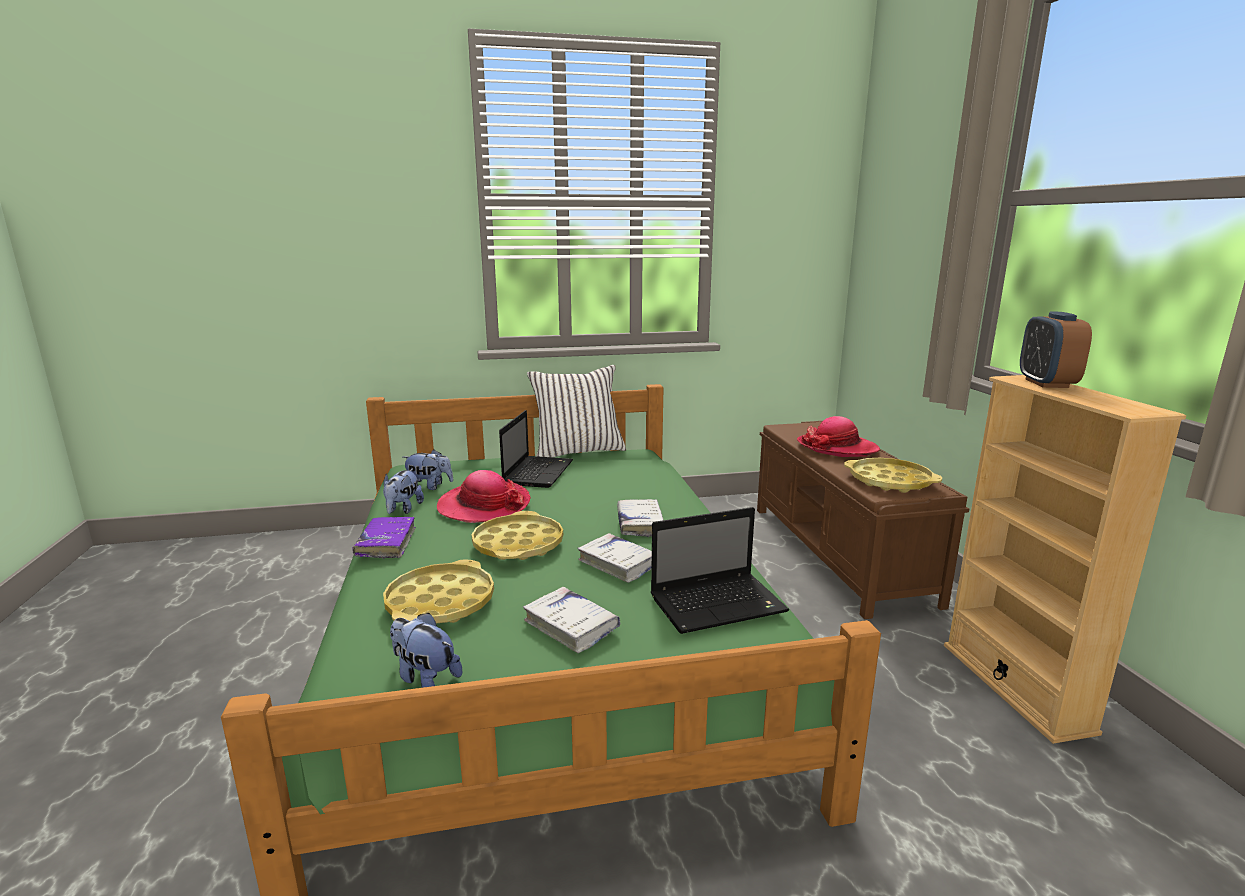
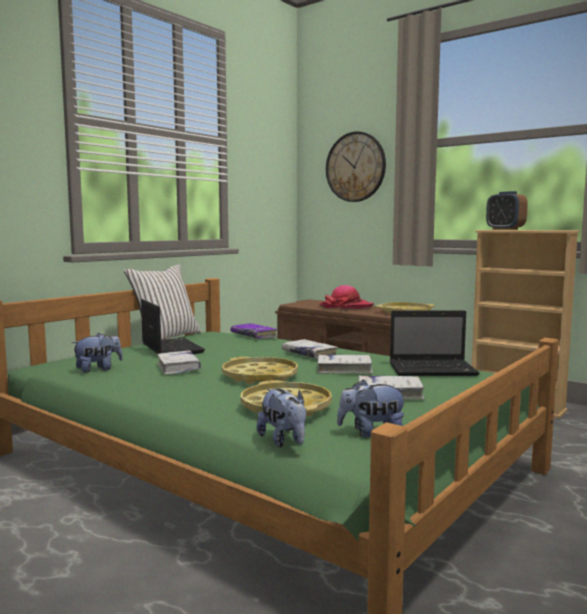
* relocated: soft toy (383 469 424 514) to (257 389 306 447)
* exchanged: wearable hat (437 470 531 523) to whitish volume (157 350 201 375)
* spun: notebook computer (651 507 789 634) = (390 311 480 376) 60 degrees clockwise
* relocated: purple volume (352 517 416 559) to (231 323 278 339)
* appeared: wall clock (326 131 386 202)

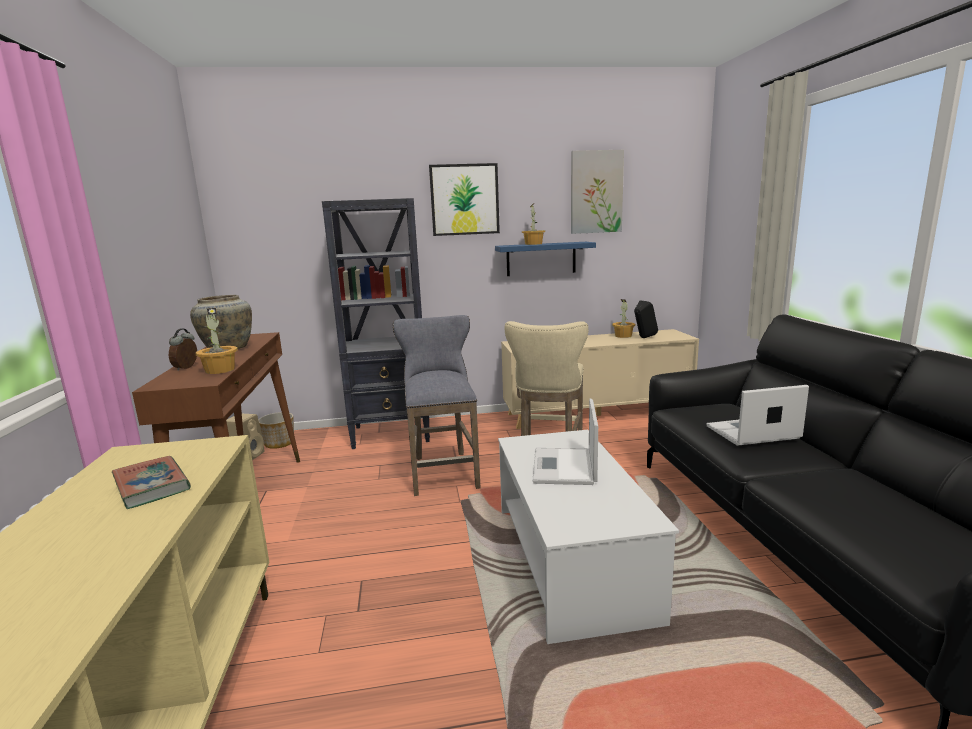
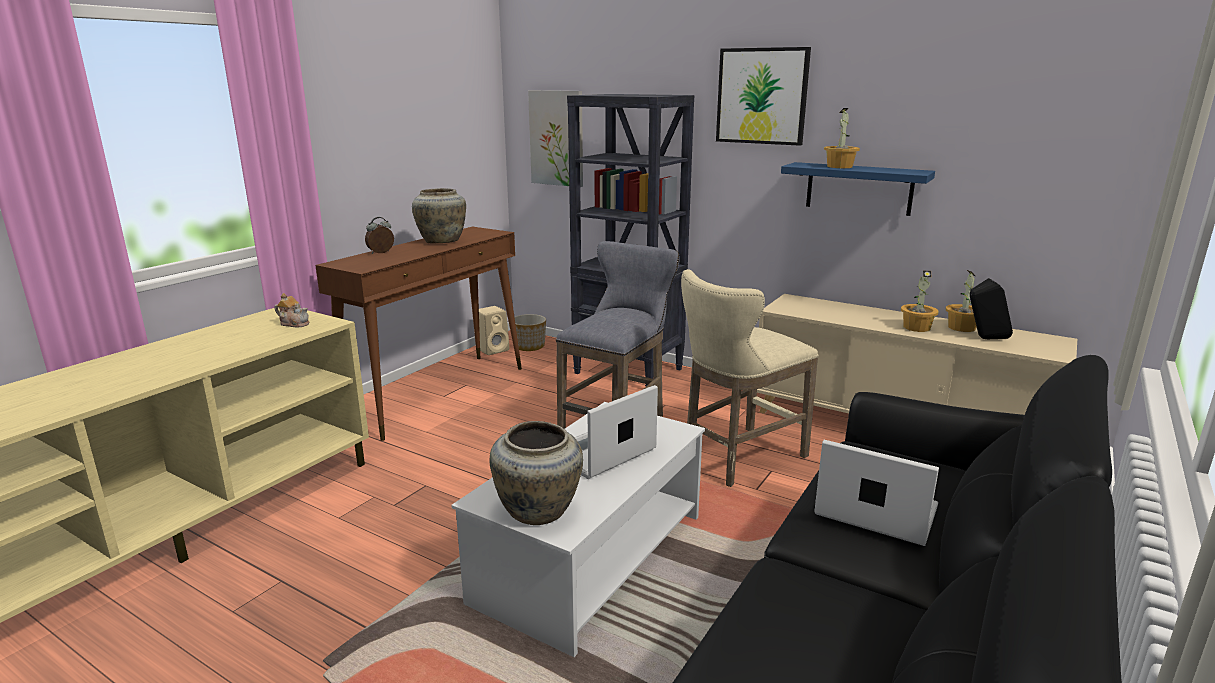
* relocated: wall picture (571 150 624 234) to (528 90 583 187)
* relocated: houseplant (196 308 238 374) to (901 271 939 332)
* missing: volume (112 456 191 509)
* appeared: tea pot (275 293 309 327)
* appeared: beige decorative vase (490 421 583 525)

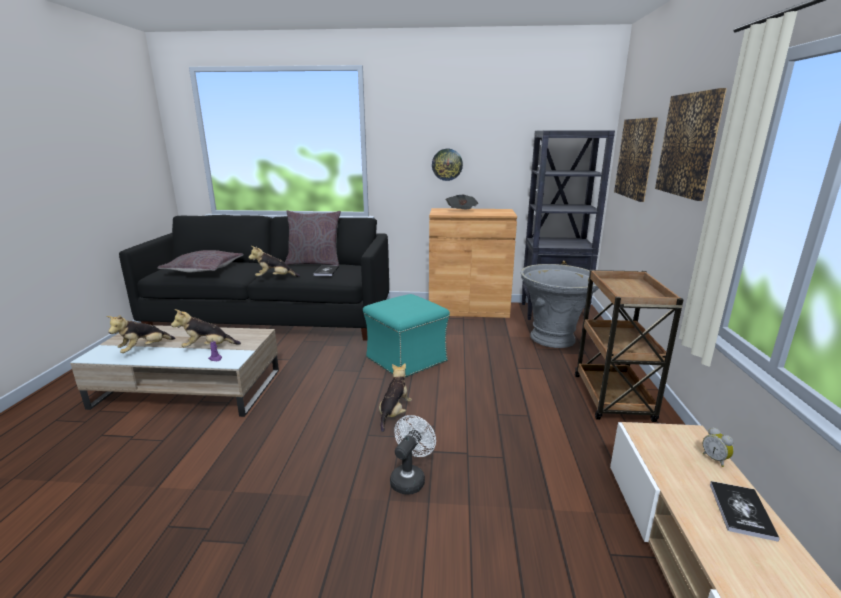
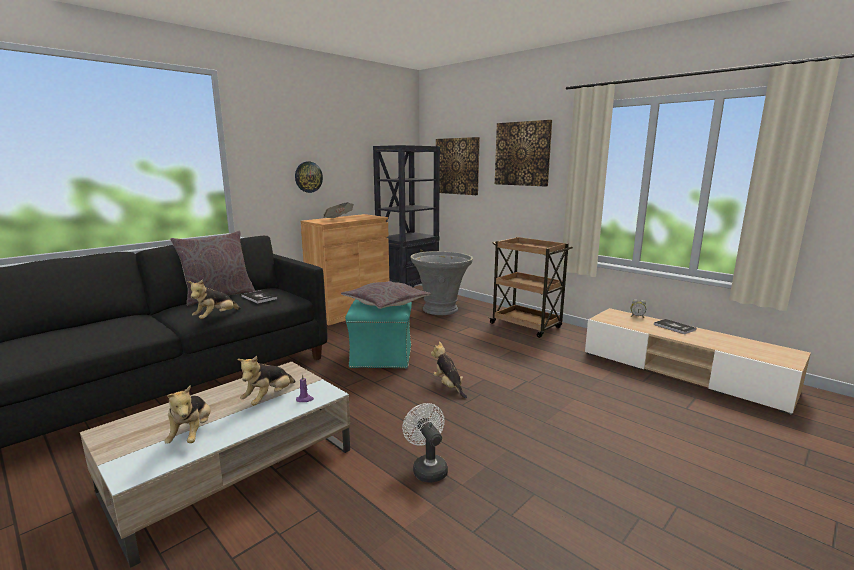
* relocated: gray pillow (157 250 244 272) to (341 281 431 309)
* relocated: whitish fan (390 415 436 494) to (402 403 448 483)

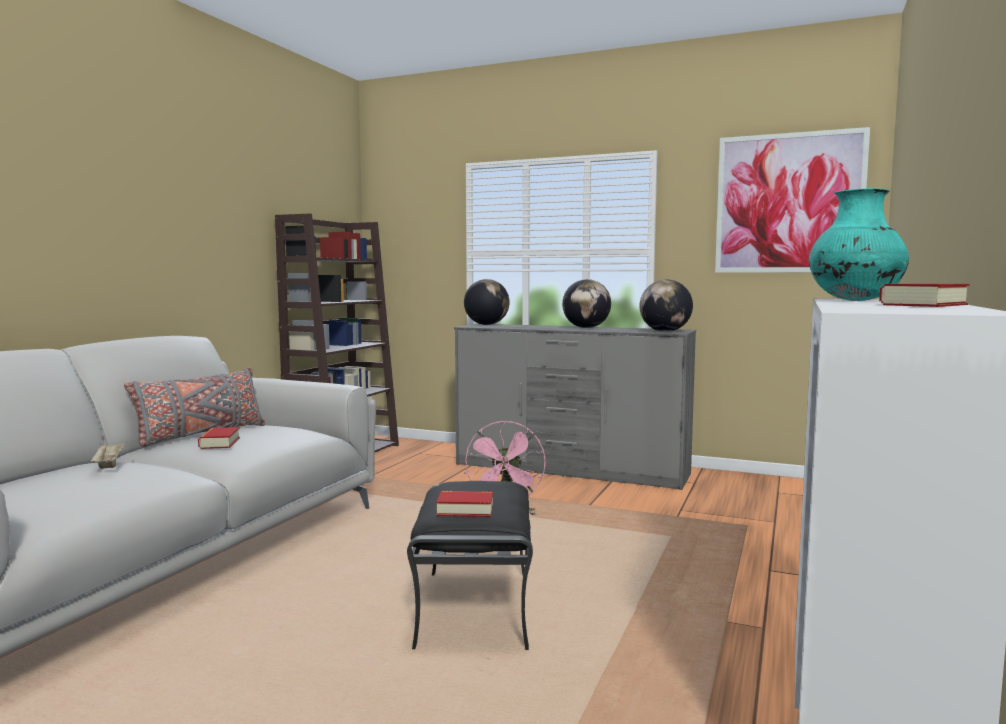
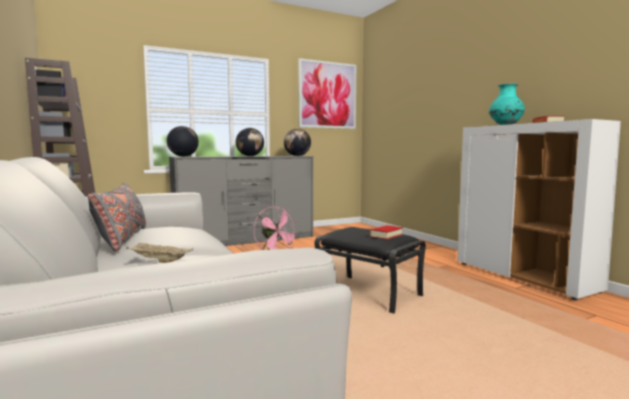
* missing: volume (198 427 240 449)

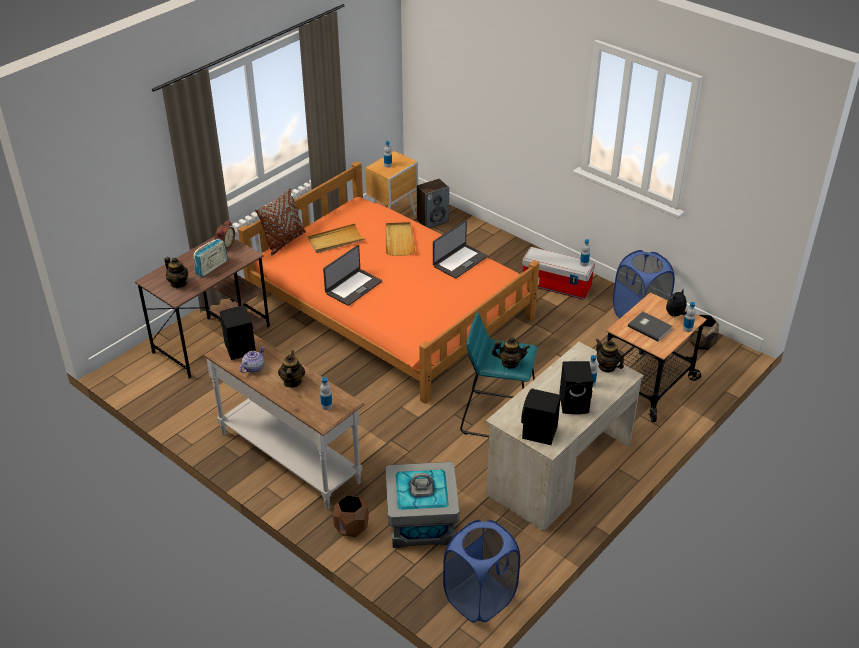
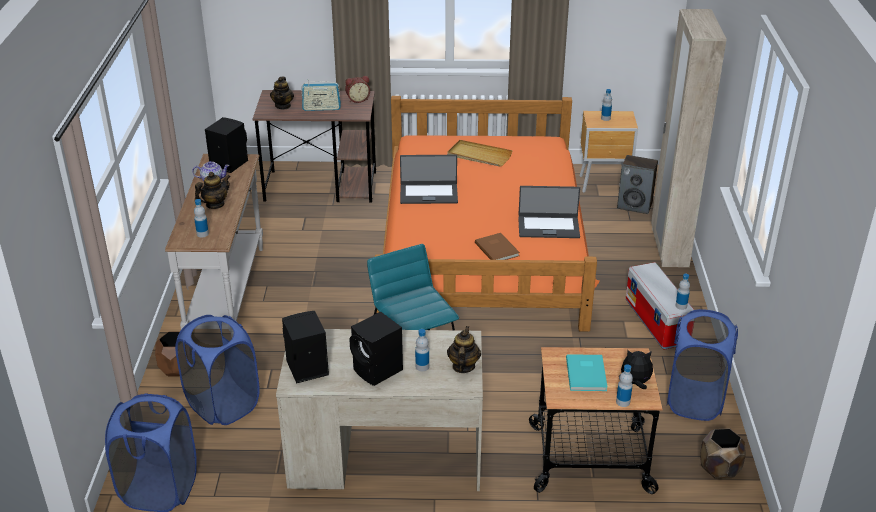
* missing: brownish pillow (255 188 306 256)
* missing: beige carrying tray (386 222 415 256)
* colour: gray volume (628 311 673 342) to turquoise volume (566 354 607 391)
* missing: tea pot (492 337 530 368)
* exchanged: gray storage container (385 462 460 548) to blue-coloured washing basket (175 315 260 425)
* appeared: beige armoire (651 9 727 267)
* appeared: brownish volume (475 233 520 260)

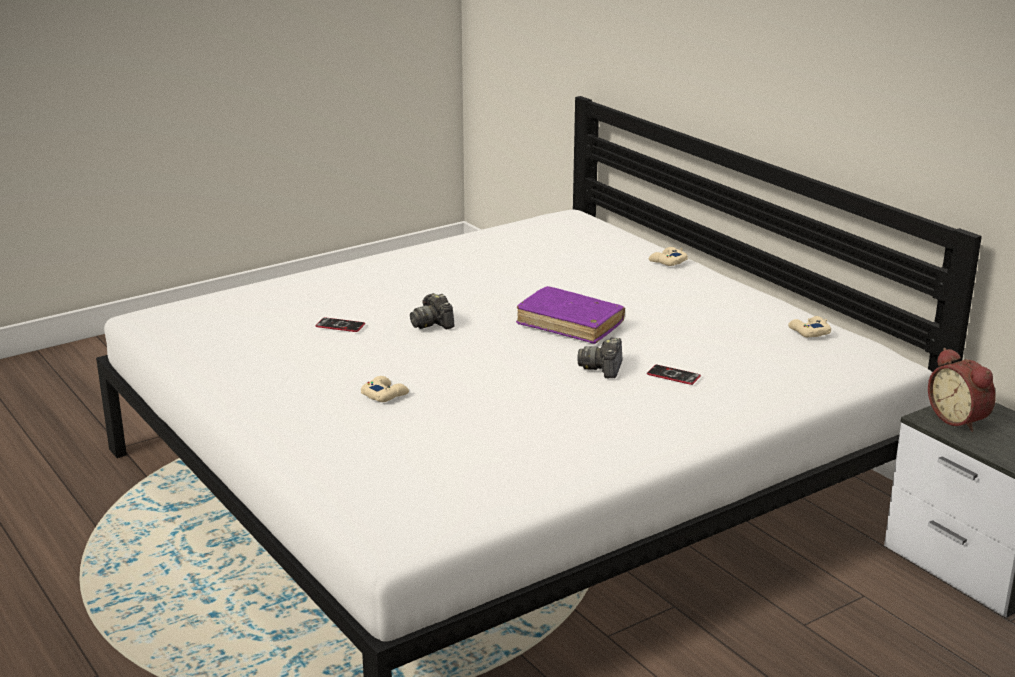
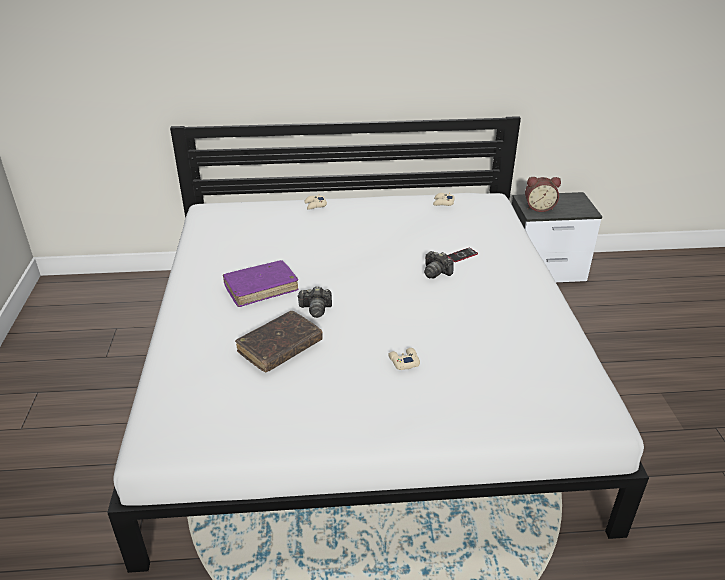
* relocated: purple volume (516 286 625 344) to (223 260 298 307)
* exchanged: handset (315 317 365 332) to brownish volume (235 311 323 373)

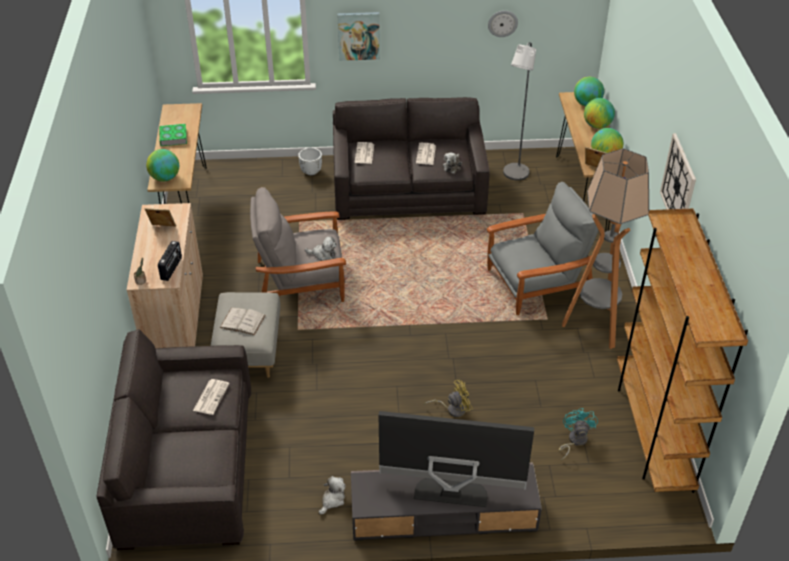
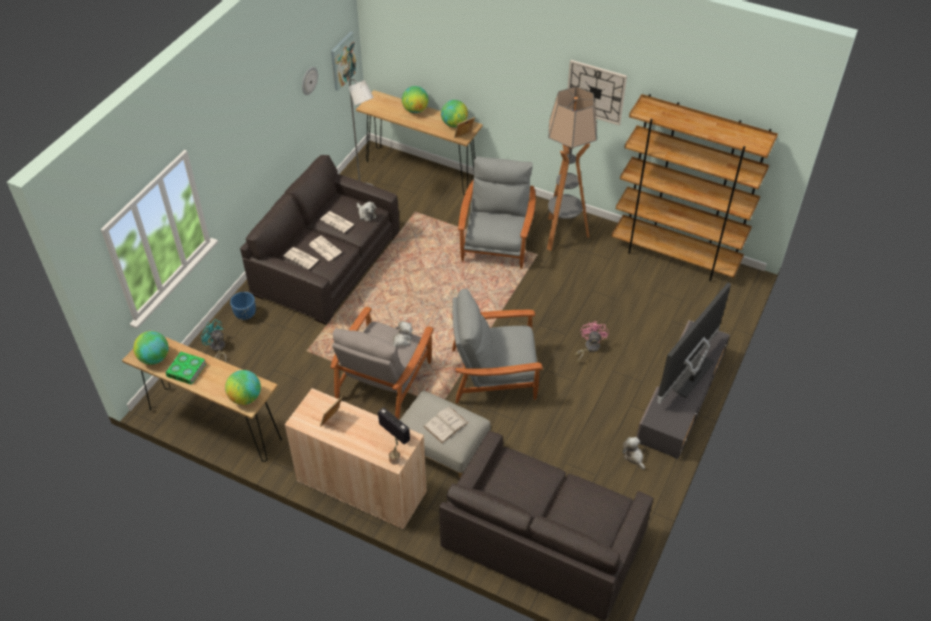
* relocated: wall picture (337 12 380 61) to (331 32 357 91)
* relocated: world globe (574 77 604 106) to (133 331 169 365)
* colour: whitish flower pot (298 148 322 175) to blue-coloured flower pot (230 292 256 320)
* relocated: daily paper (193 379 230 415) to (309 236 342 261)
* colour: yellow fan (424 380 473 417) to pink-coloured fan (576 321 609 363)
* relocated: turquoise fan (559 408 598 461) to (201 319 227 362)
* appeared: gray armchair (452 289 543 403)

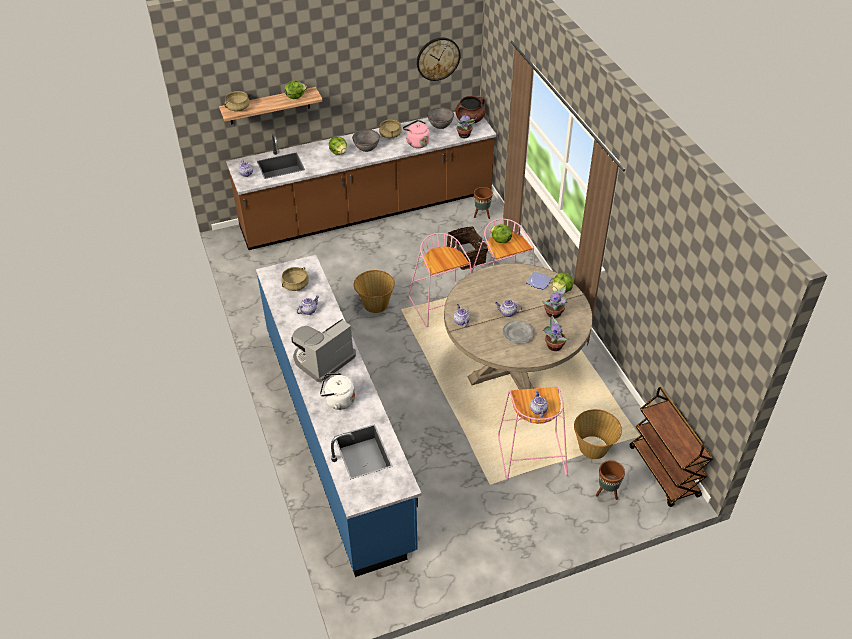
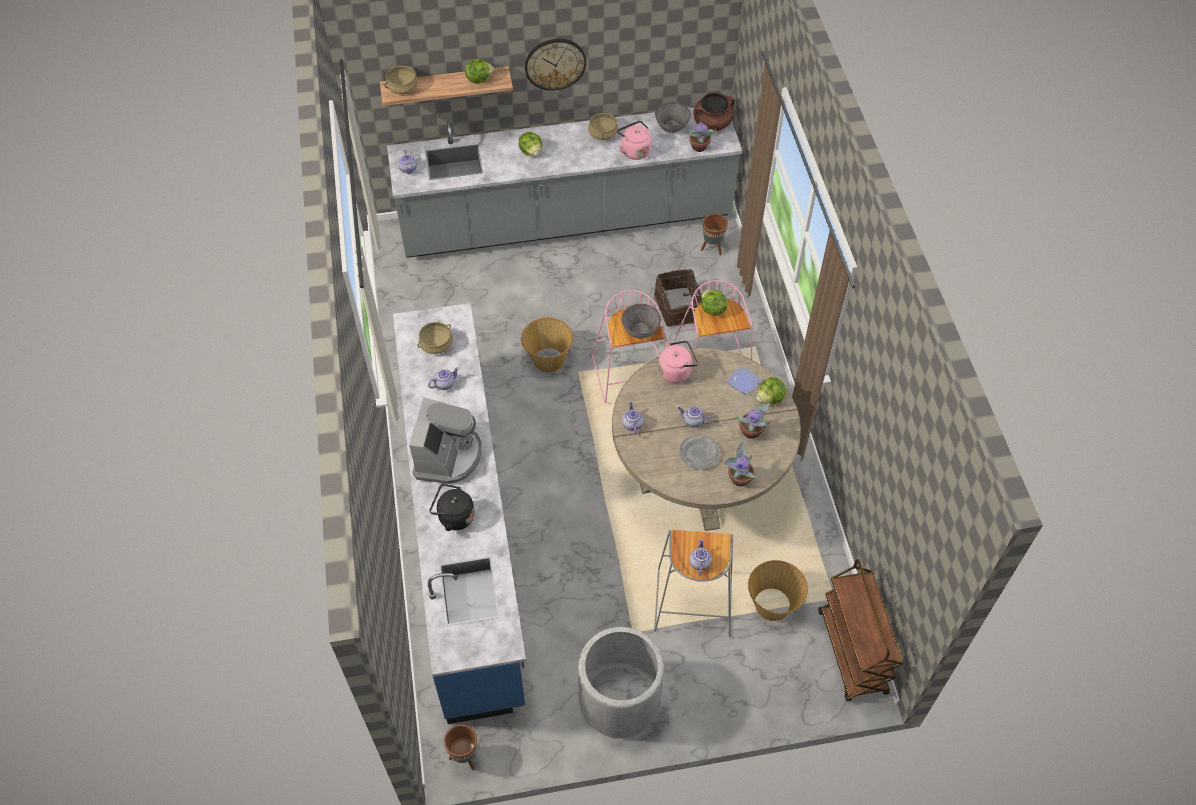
* relocated: wall clock (417 38 460 81) to (525 39 586 91)
* colour: brownish kitchen base unit (226 112 497 250) to gray kitchen base unit (387 107 742 258)
* relocated: gray deep dish (352 129 380 152) to (621 304 661 338)
* spun: coffee maker (292 319 356 382) = (409 397 482 484) 135 degrees clockwise
* colour: whitish water kettle (320 373 355 410) to blackish water kettle (430 484 475 531)
* colour: pink-coloured stool seat (498 386 568 481) to gray stool seat (654 530 733 638)
* relocated: brownish flower pot (596 460 625 500) to (444 724 477 770)
* appeared: pink-coloured water kettle (658 340 698 383)
* appeared: gray flower pot (578 627 665 738)

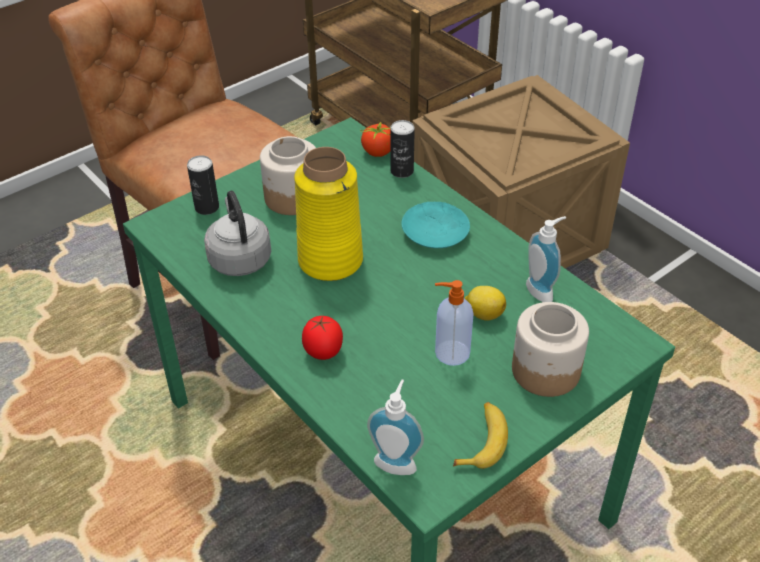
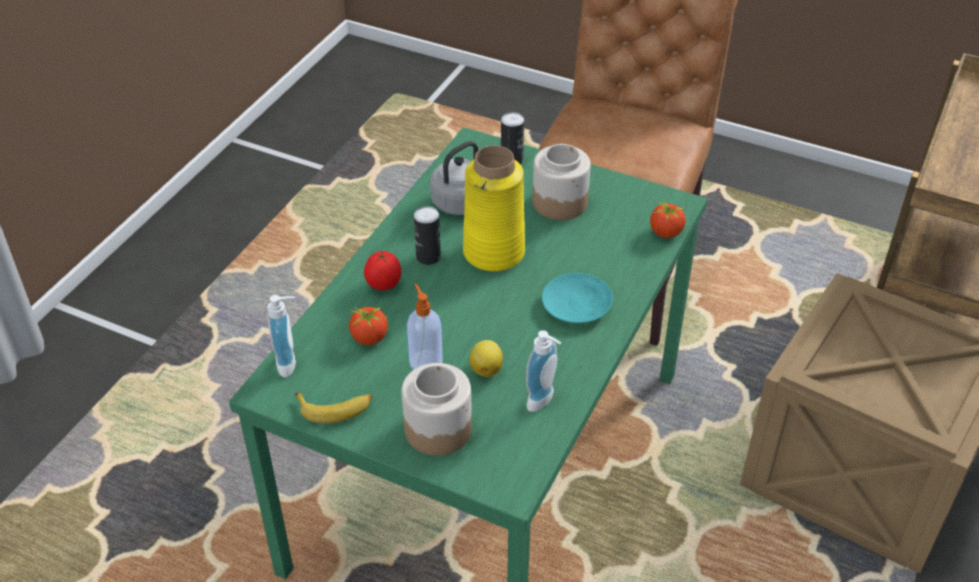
* relocated: sealed can (390 120 415 178) to (414 206 441 265)
* appeared: tomato (349 304 388 345)

